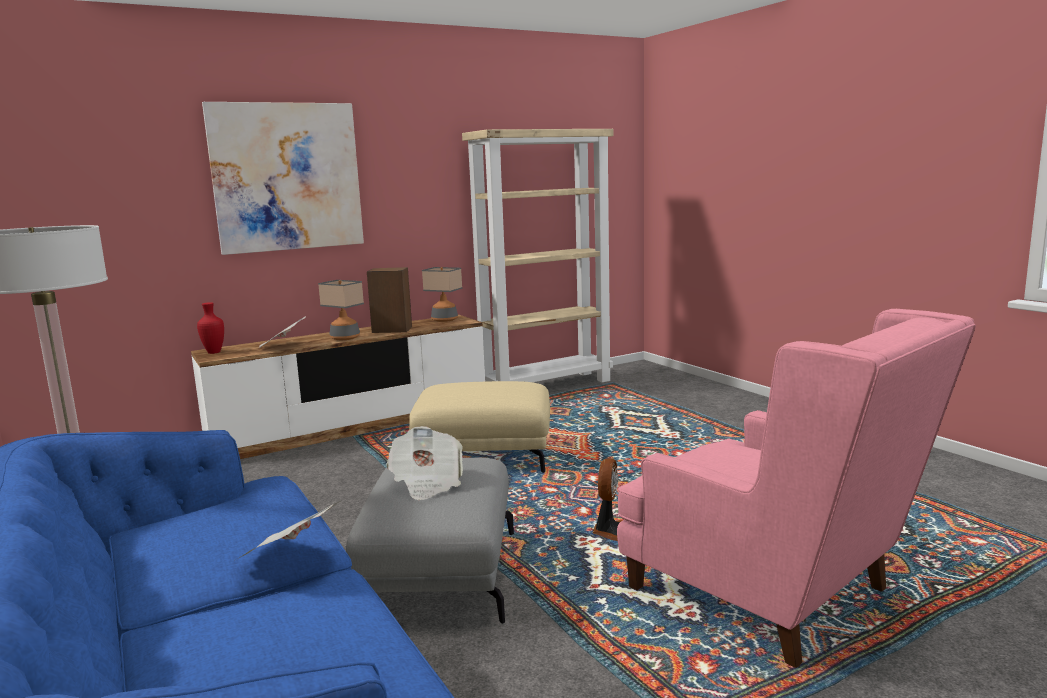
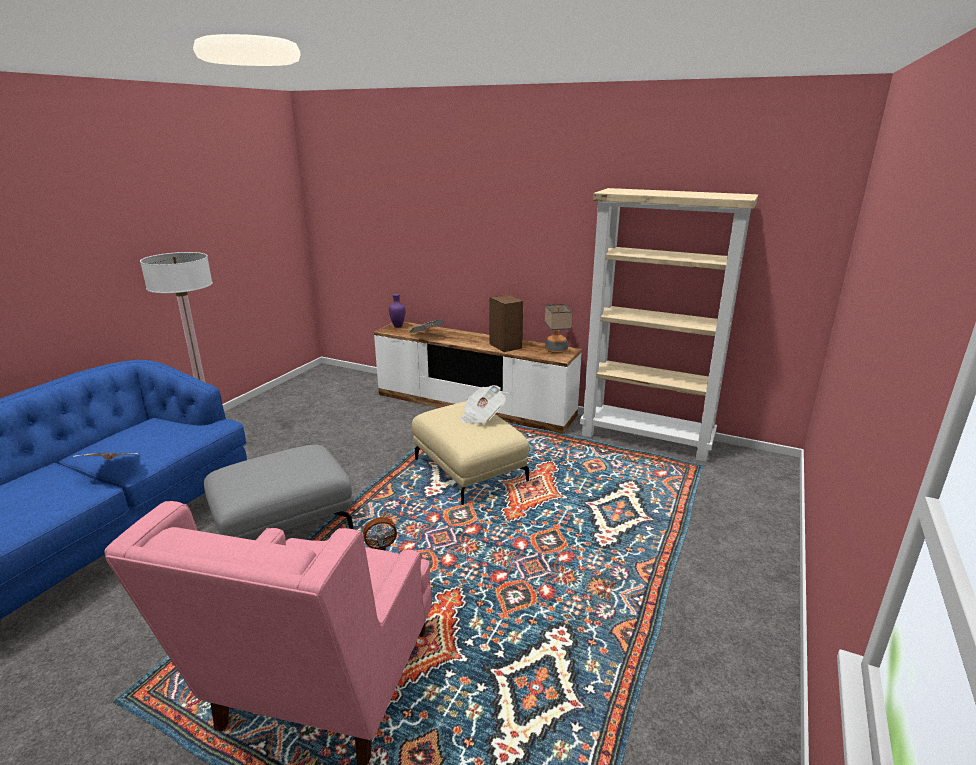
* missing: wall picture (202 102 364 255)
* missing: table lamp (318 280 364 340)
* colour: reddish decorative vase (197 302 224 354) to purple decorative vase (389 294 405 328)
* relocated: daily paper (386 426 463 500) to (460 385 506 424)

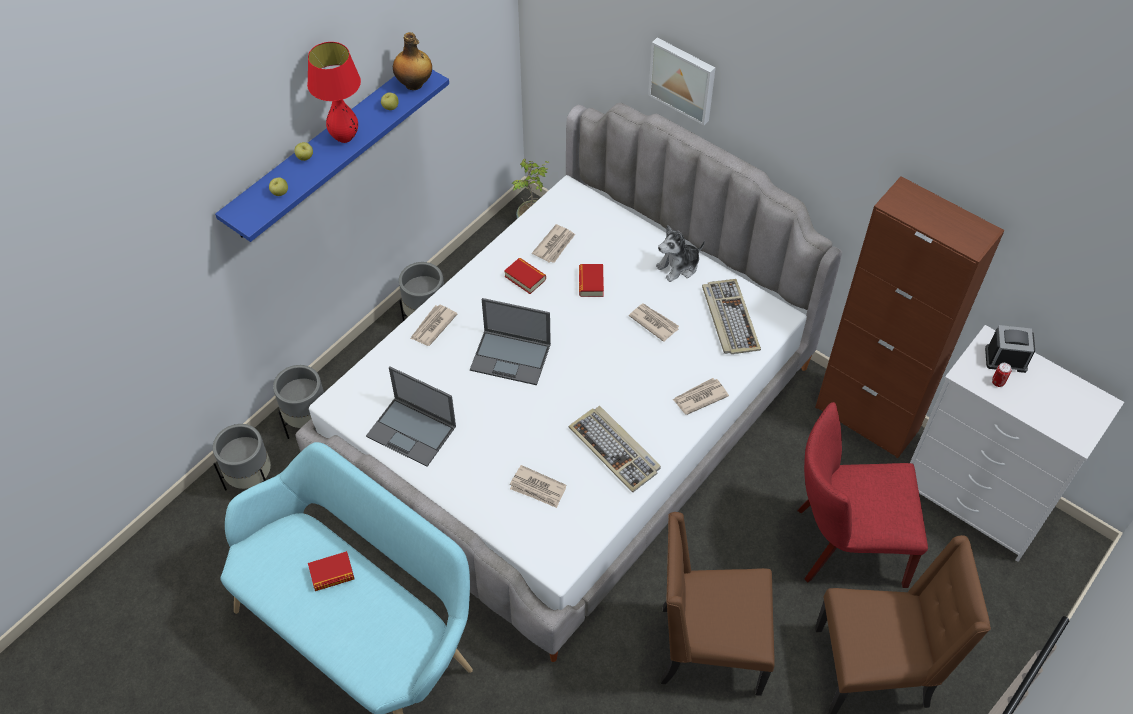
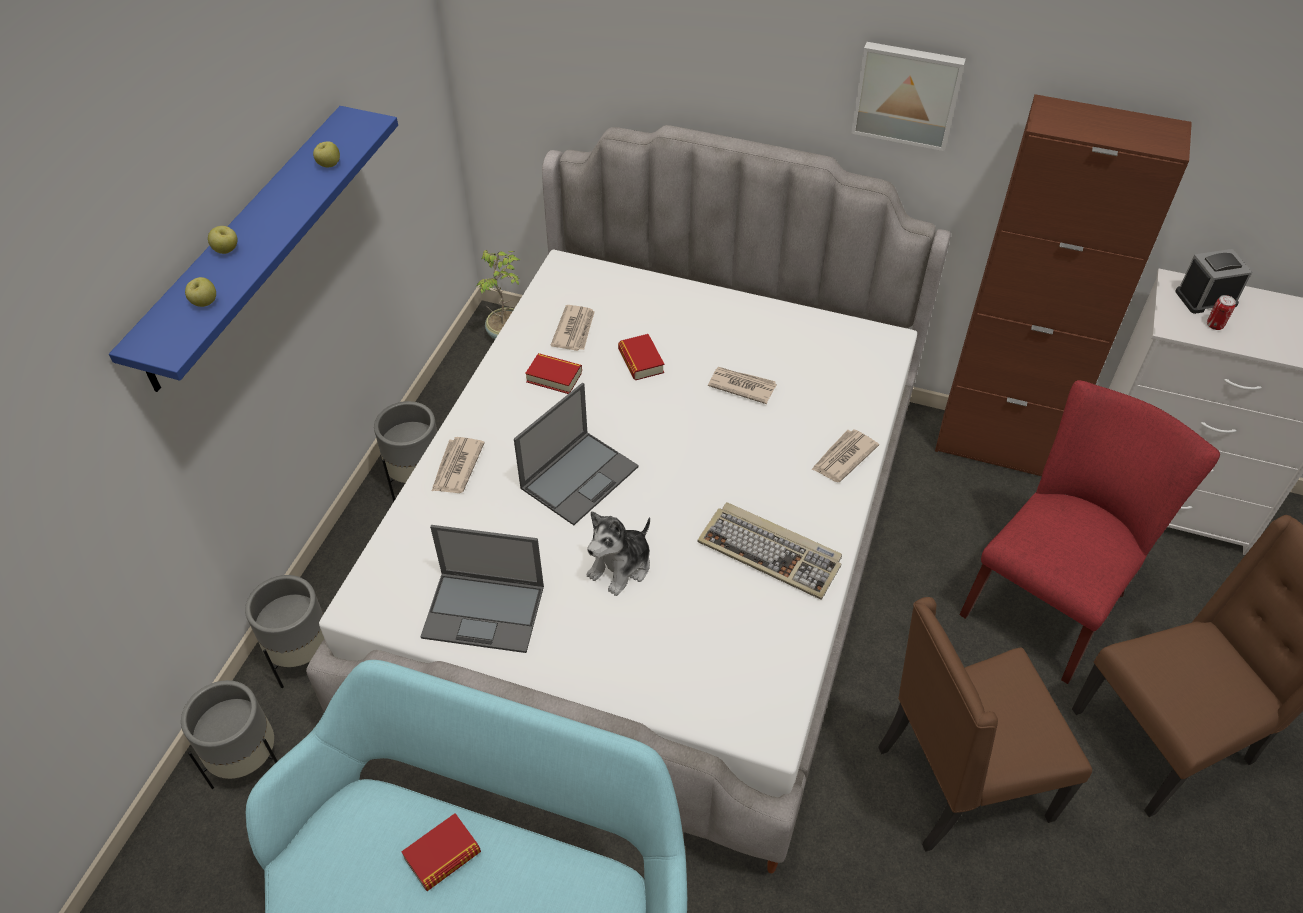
* missing: beverage bottle (393 32 432 90)
* relocated: wall picture (648 38 715 125) to (851 42 966 151)
* missing: reddish table lamp (307 42 361 143)
* relocated: soft toy (656 225 705 282) to (587 511 650 596)
* missing: computer keyboard (702 279 761 354)
* spun: notebook computer (470 298 551 385) = (514 383 639 525) 45 degrees counterclockwise
* spun: reddish plain chair (798 402 928 588) = (959 380 1220 684) 150 degrees clockwise
* missing: daily paper (510 465 567 508)

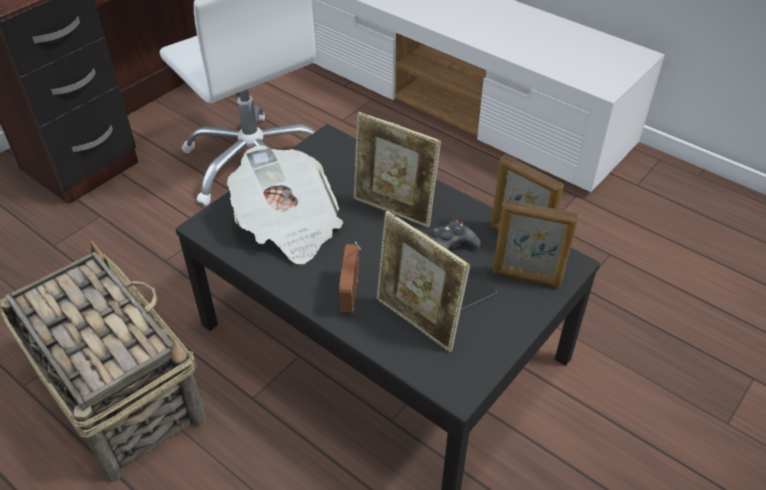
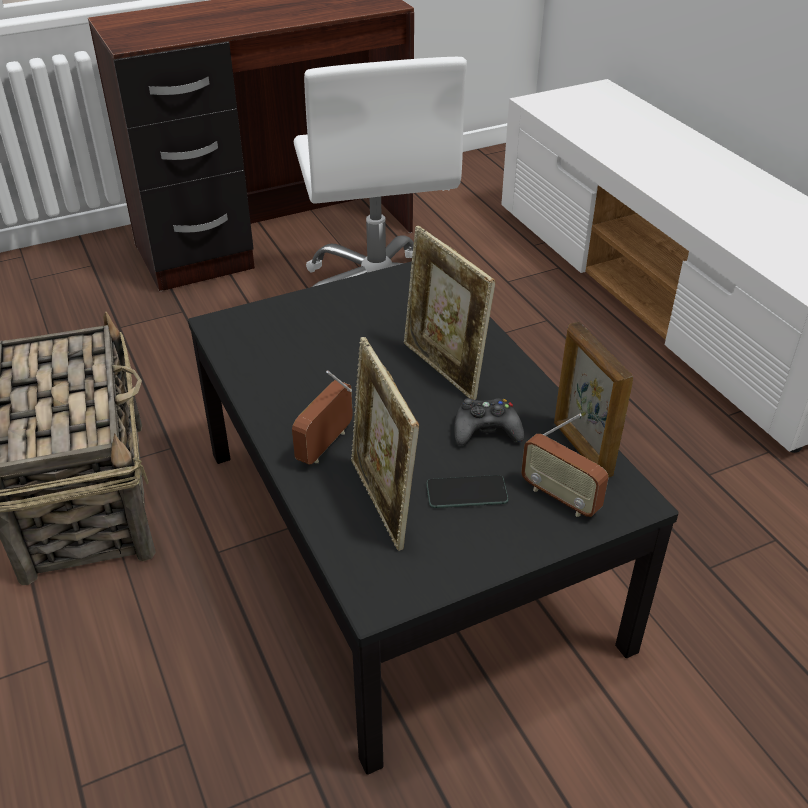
* missing: daily paper (227 145 343 264)
* exchanged: picture frame (492 199 579 288) to radio receiver (521 414 609 517)

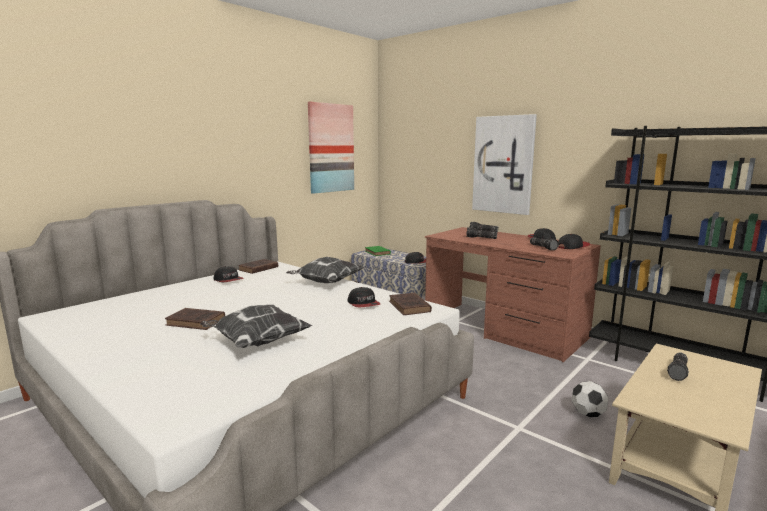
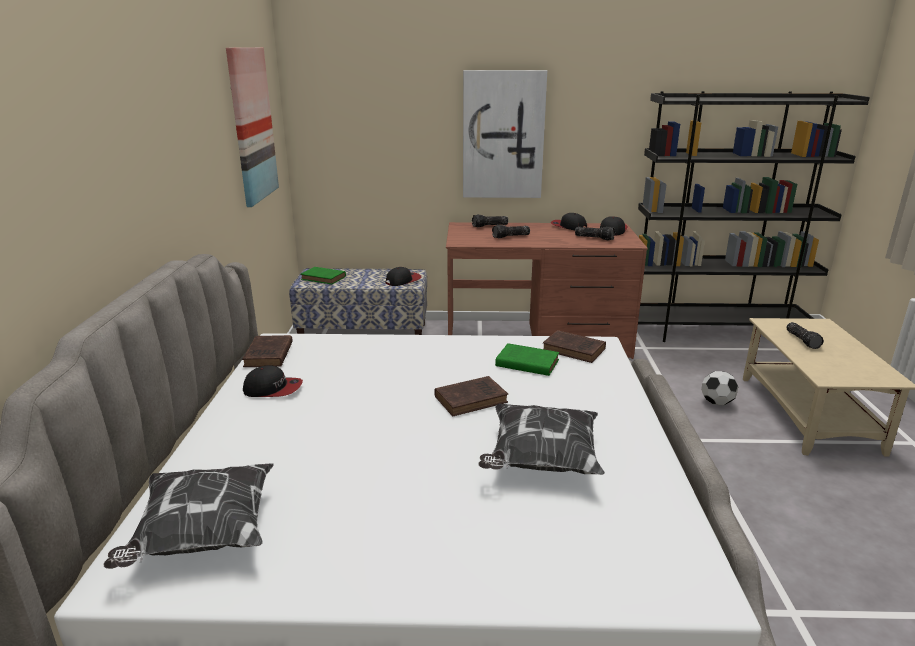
* relocated: pillow (286 257 365 283) to (104 463 274 569)
* exchanged: cap (347 287 380 307) to green volume (495 343 559 376)
* relocated: brownish volume (165 308 225 330) to (435 376 508 416)

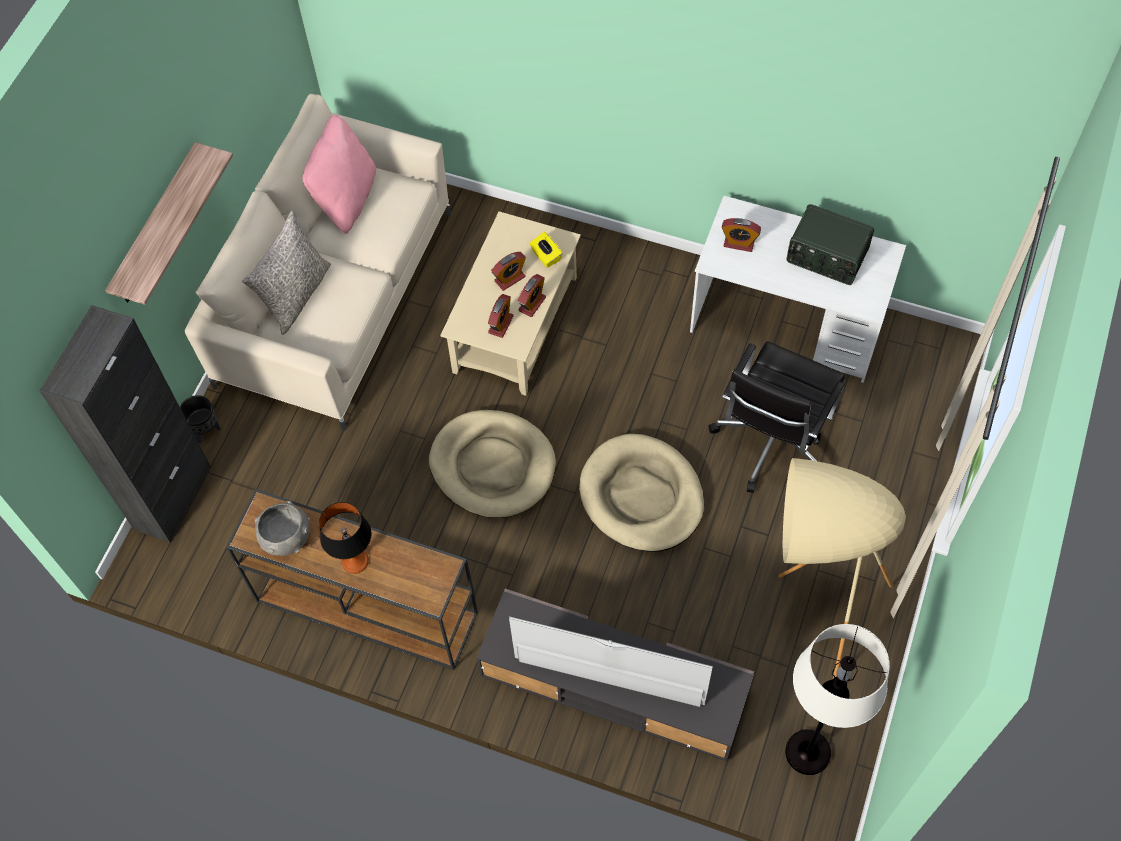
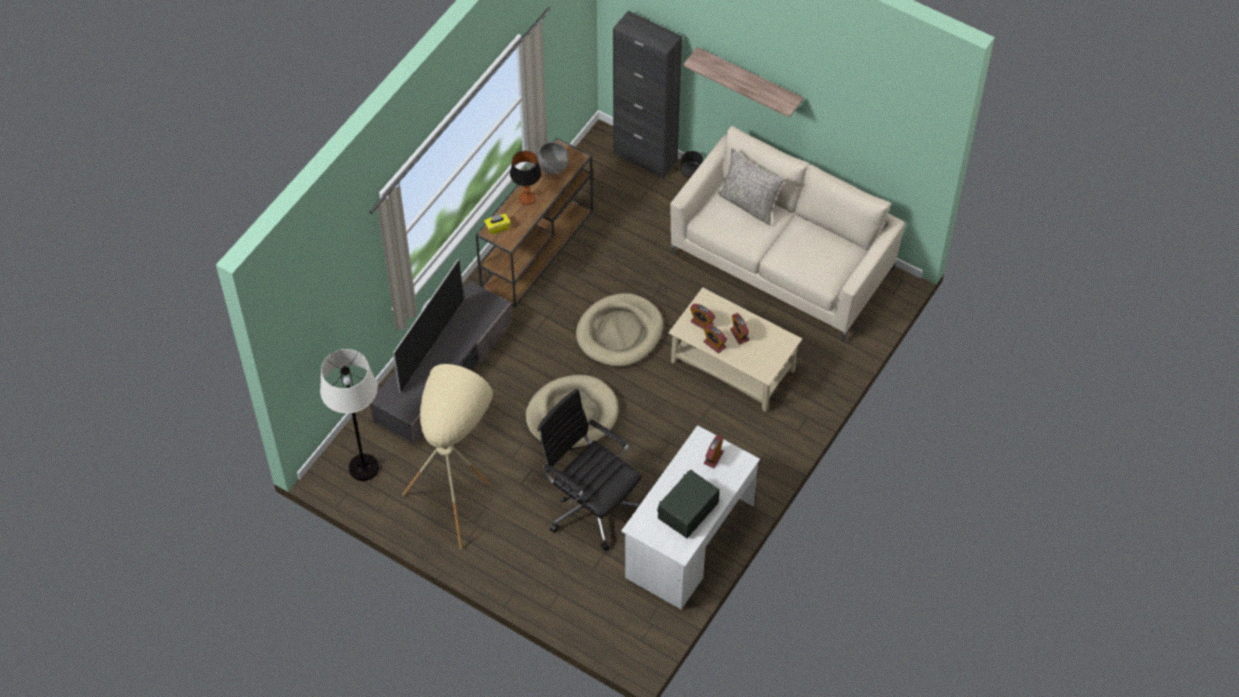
* missing: pink-coloured pillow (302 114 376 234)
* relocated: yellow tissue holder (529 232 563 268) to (484 214 511 235)

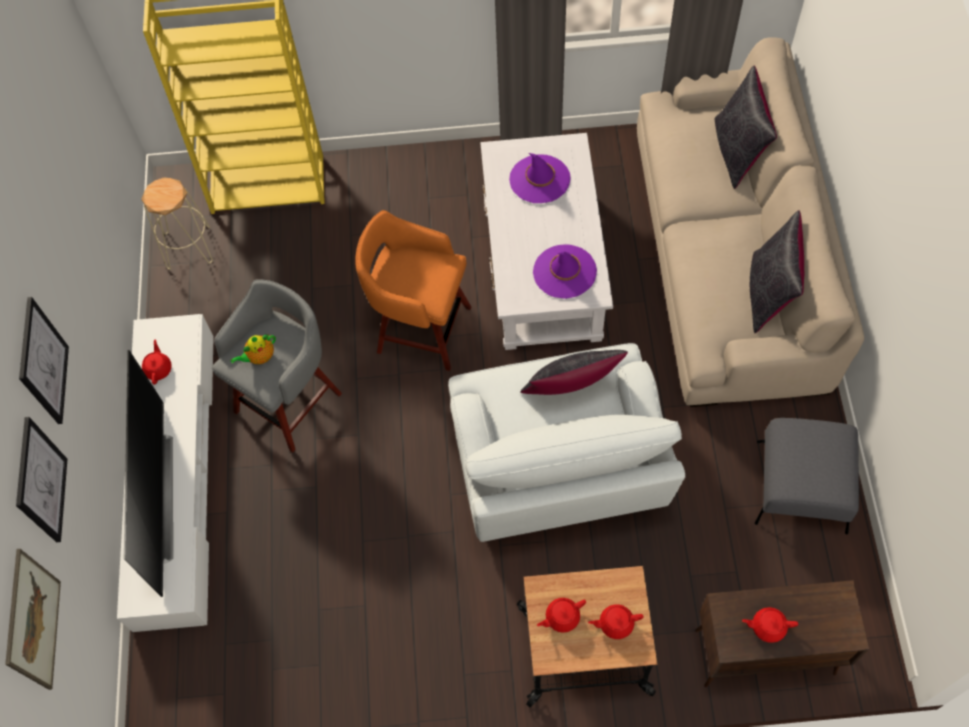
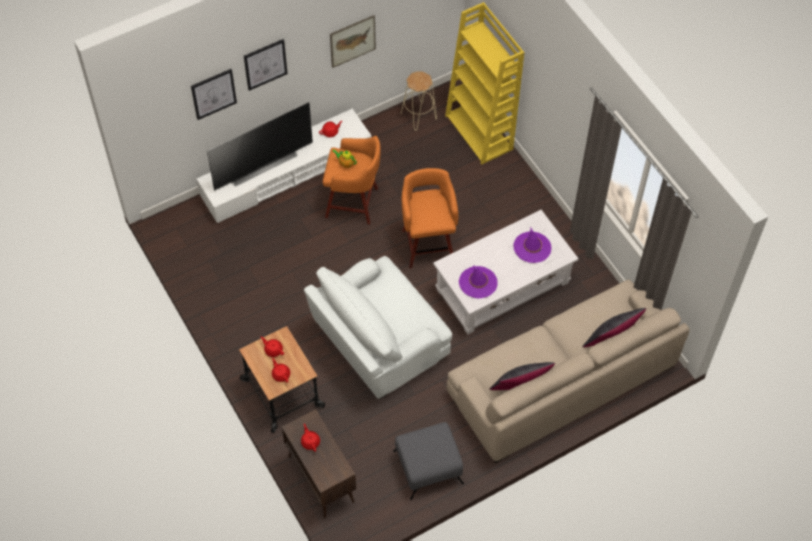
* colour: gray stool seat (212 279 342 453) to orange stool seat (323 136 381 225)
* missing: blackish pillow (520 350 628 395)
* relocated: wall picture (5 549 61 690) to (330 15 376 68)

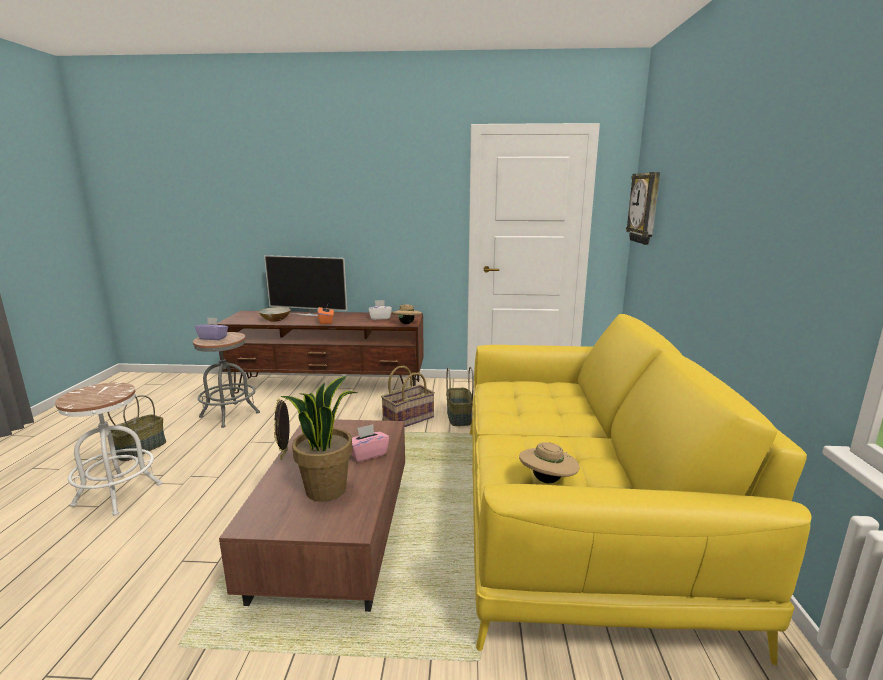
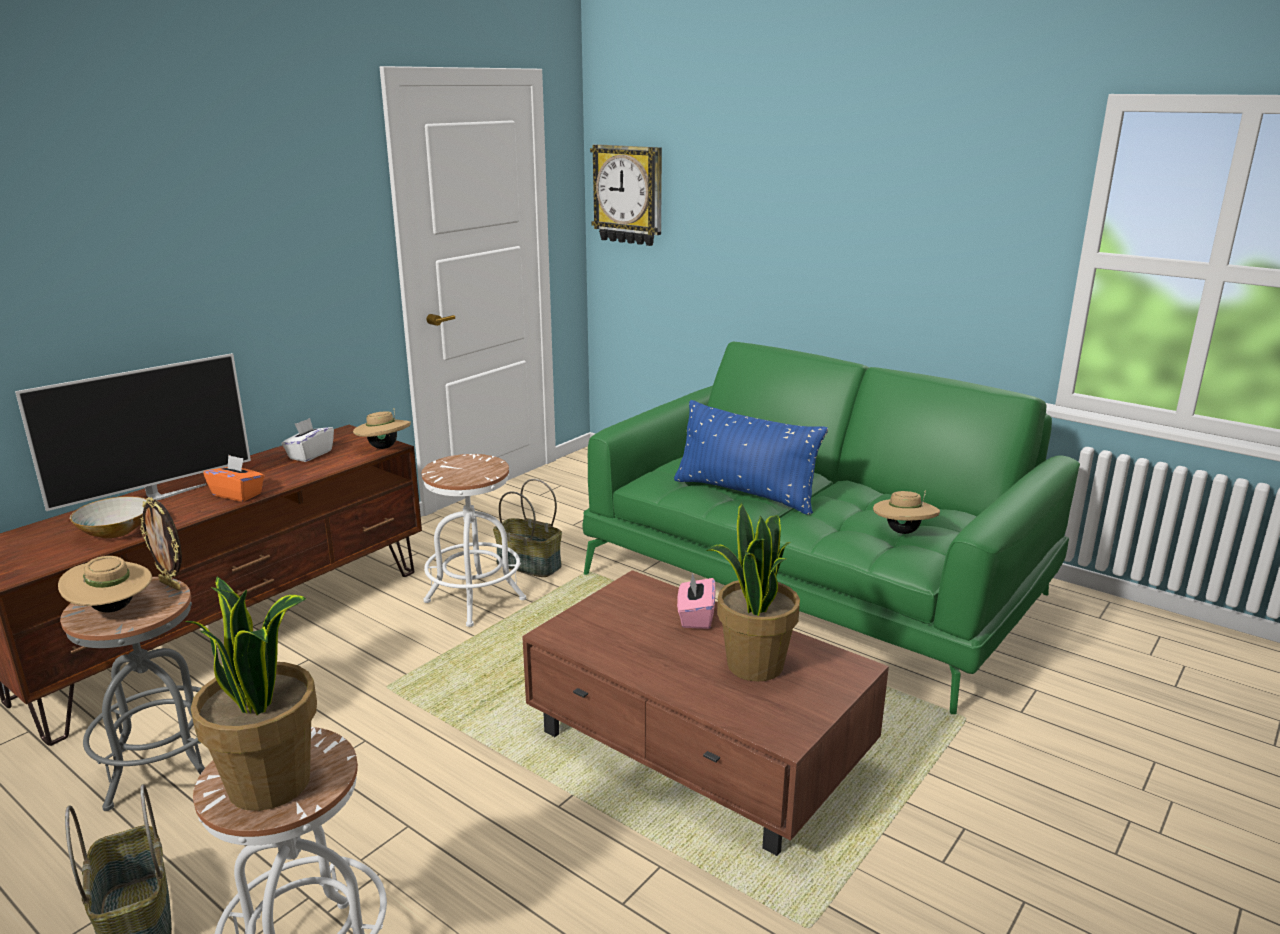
* colour: yellow settee (470 314 812 666) to green settee (583 342 1080 714)
* exchanged: purple tissue holder (195 318 228 340) to beige wearable hat (58 556 152 612)
* exchanged: basket (381 366 435 427) to whitish stool seat (422 454 526 627)
* relocated: picture frame (274 398 289 460) to (140 497 182 591)
* appeared: blue-coloured pillow (674 400 828 515)
* appeared: houseplant (185 576 317 811)

